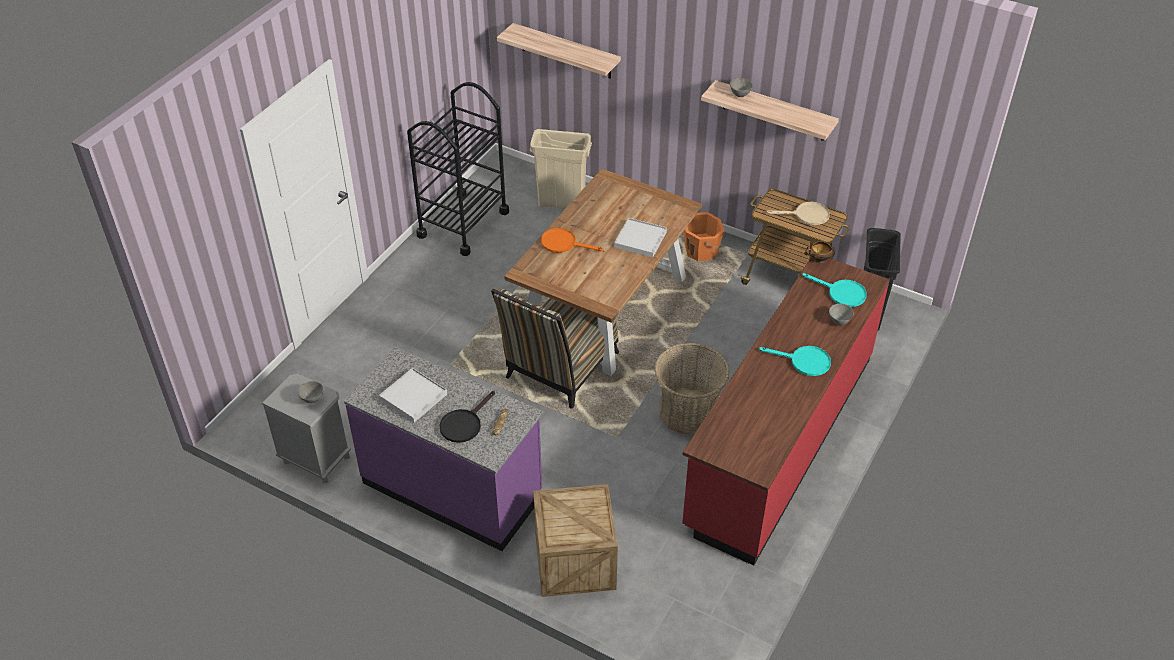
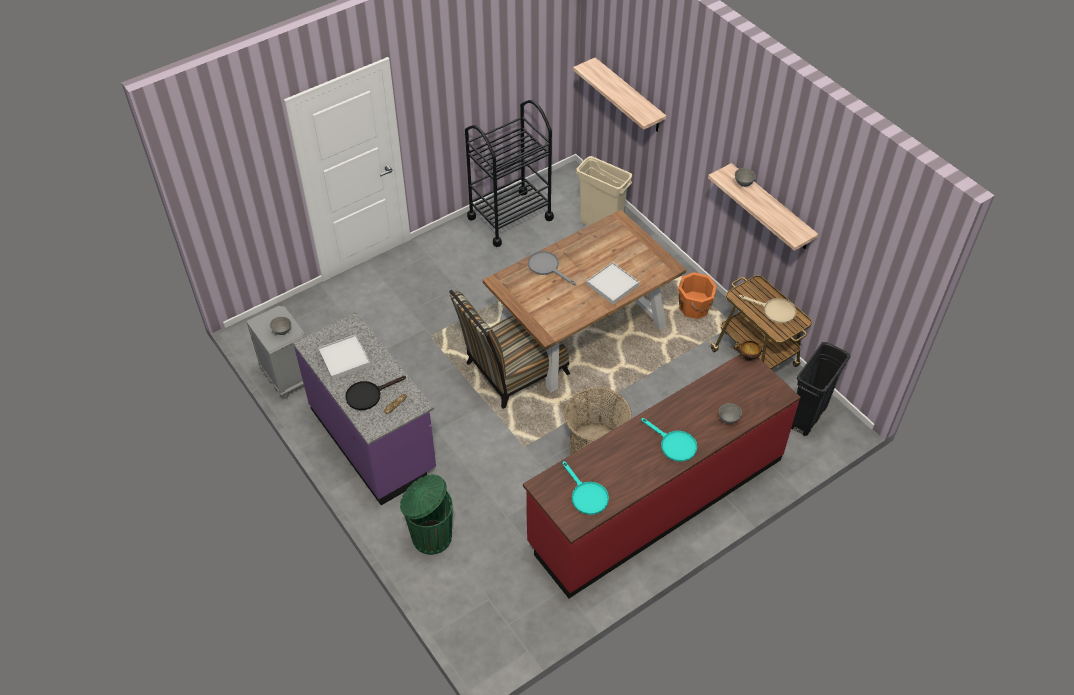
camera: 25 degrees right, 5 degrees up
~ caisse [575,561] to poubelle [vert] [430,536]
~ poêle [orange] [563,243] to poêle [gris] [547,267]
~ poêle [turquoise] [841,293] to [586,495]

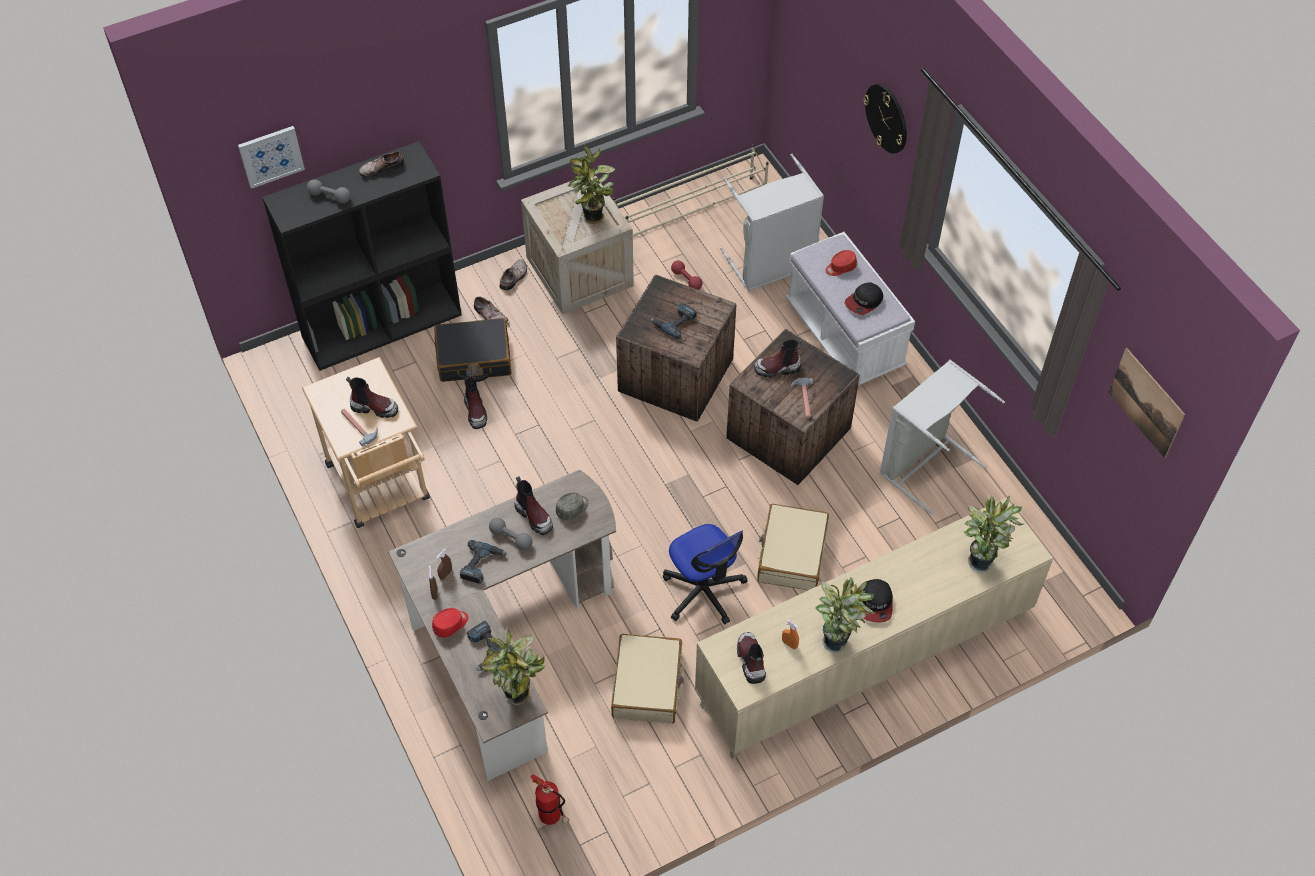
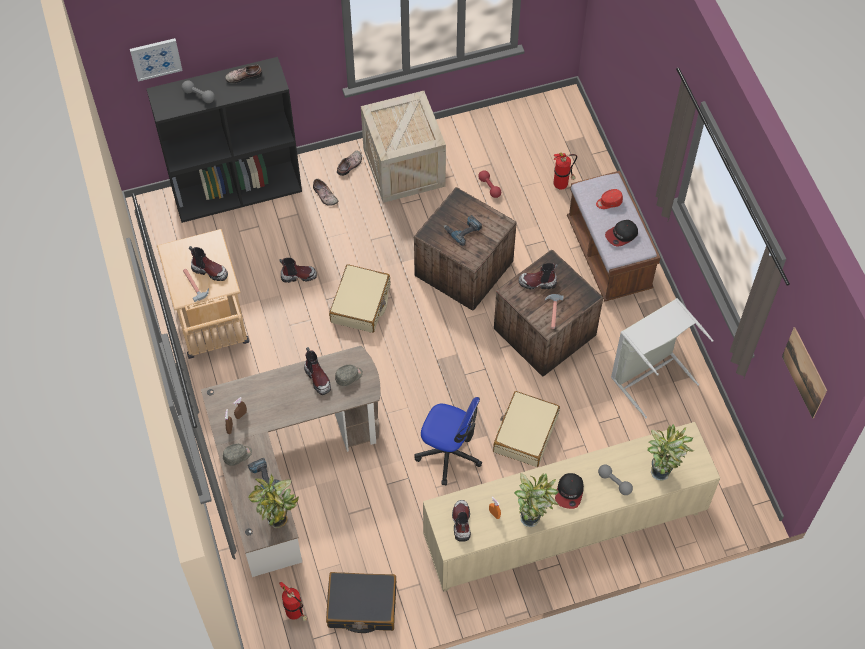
camera: 10 degrees right, 5 degrees up
~ casquette [rouge] [451,624] to casquette [gris] [237,456]
~ valise [noir] [474,358] to [362,606]
- perceuse [482,564]
~ botte [476,411] = [298,275] 90 degrees counterclockwise
~ haltère [gris] [511,538] to [614,482]
- plante en pot [593,219]
~ valise [beige] [648,685] to [361,304]
- étagère à chaussures [beige] [691,213]
~ chaise de bureau [703,591] = [449,453] 45 degrees counterclockwise
~ panier à linge [gris] [771,265] to extincteur [562,184]
~ banc [blanc] [844,336] to banc [marron] [608,255]
- horloge murale [886,118]

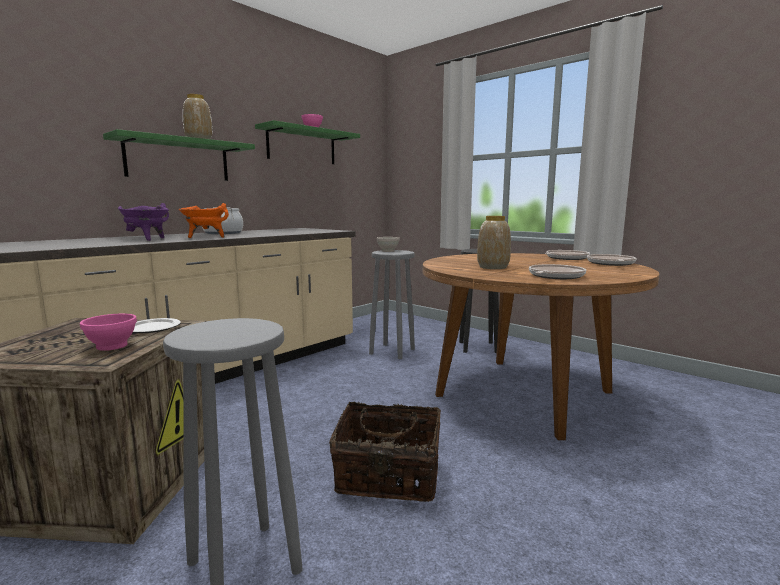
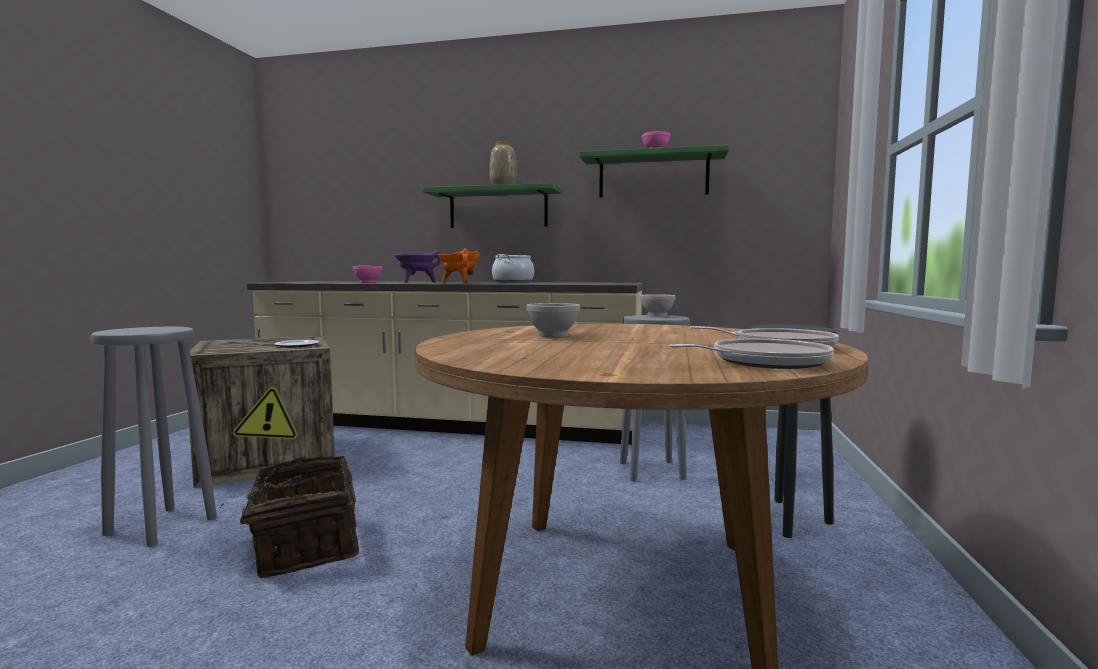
camera: 60 degrees right, 5 degrees down
~ bol [rose] [111,346] to [368,282]
~ vase [492,267] to bol [blanc] [553,335]
- poêle [554,276]

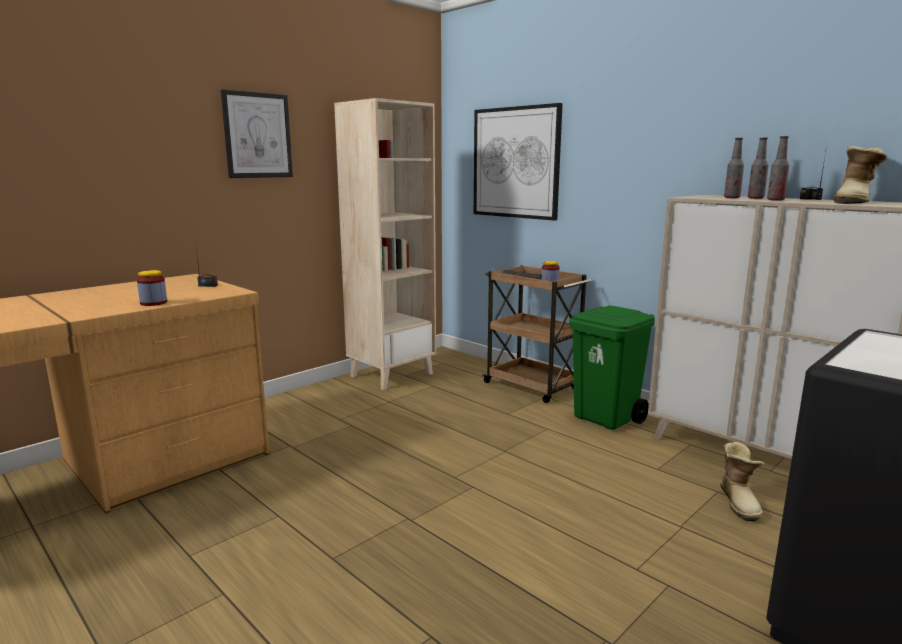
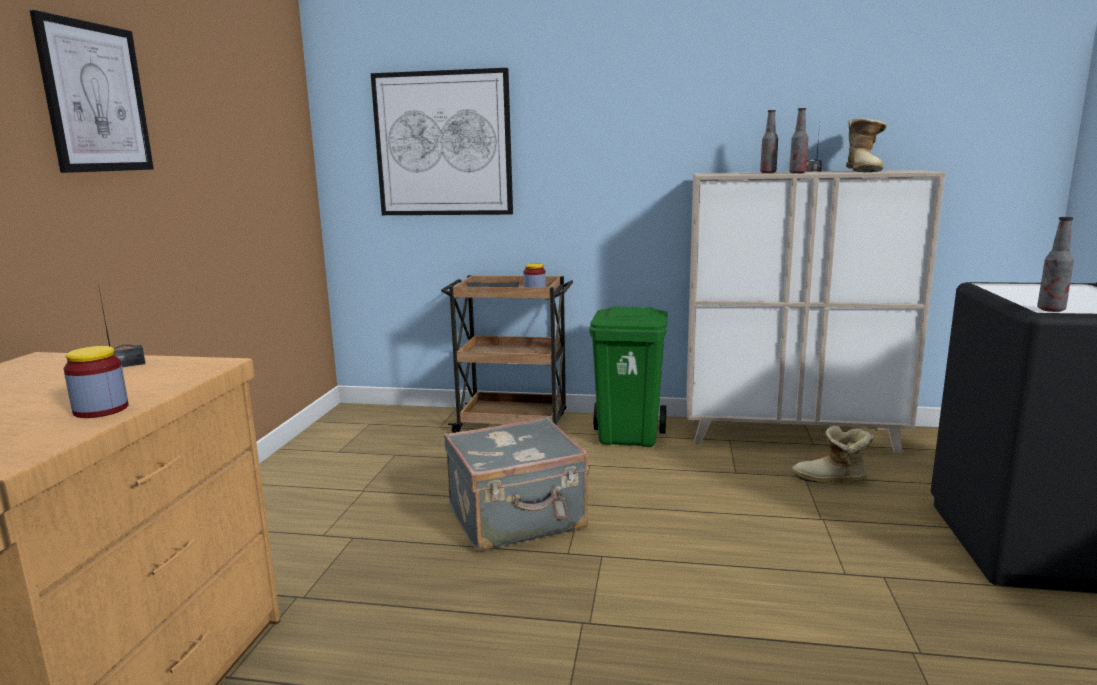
camera: 35 degrees left, 0 degrees up
- bibliothèque [beige] [391,374]
~ botte [740,502] = [831,480] 135 degrees clockwise
~ bouteille [731,198] to [1051,310]
+ valise [gris] [518,519]

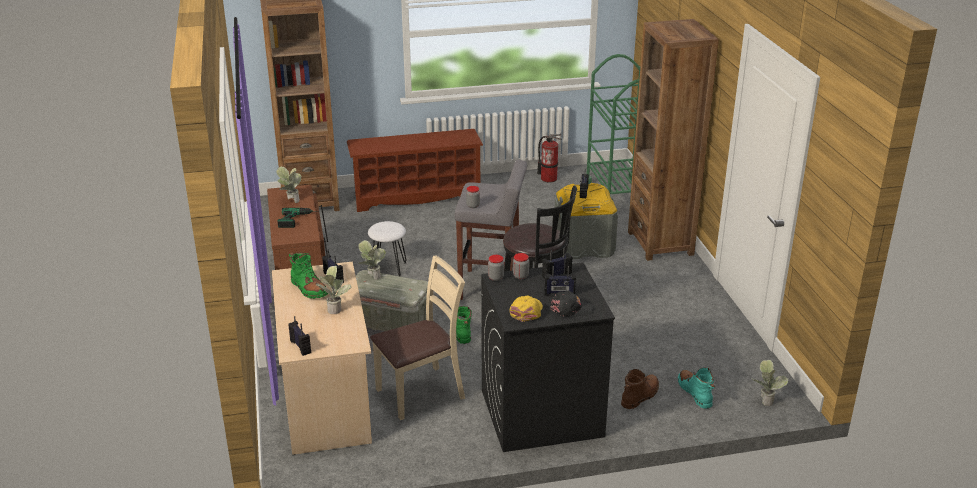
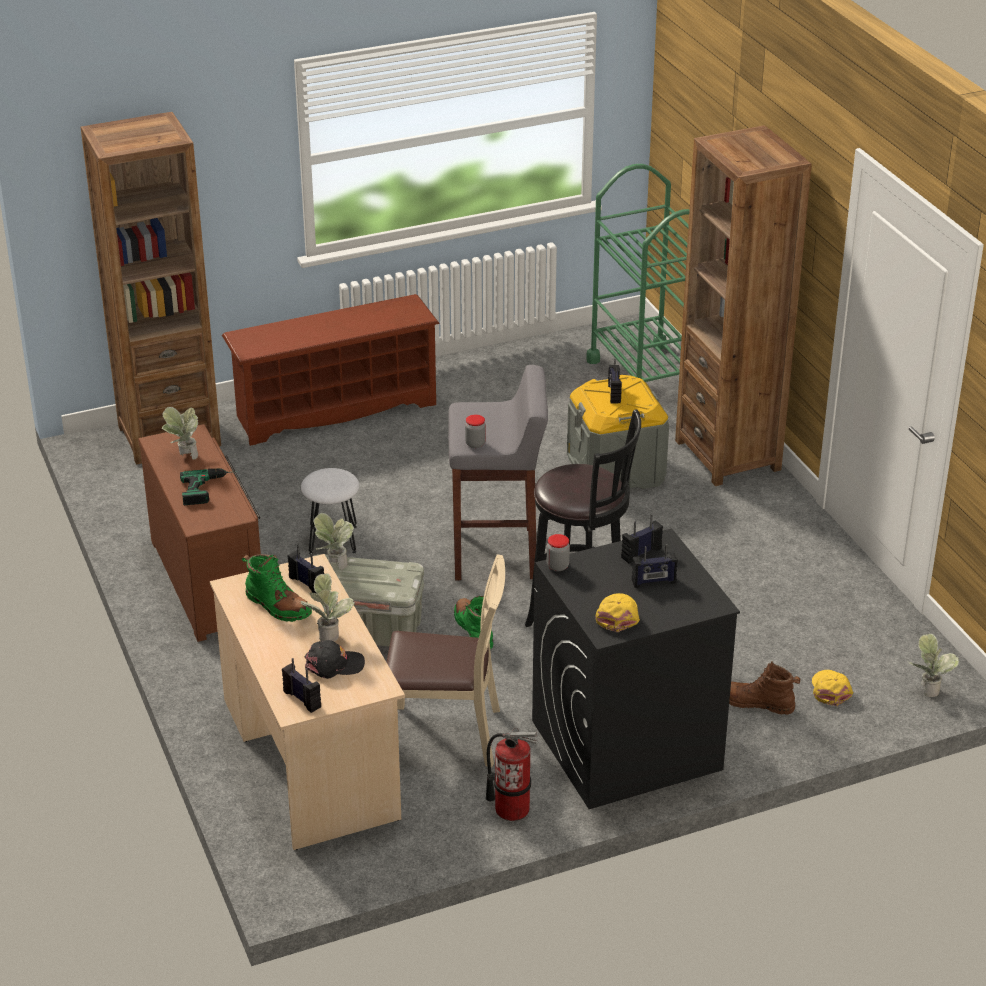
camera: 10 degrees left, 5 degrees up
~ chaise [beige] [421,393] = [446,735] 45 degrees clockwise
- bocal [520,276]
~ extincteur [548,178] to [512,808]
~ casquette [noir] [571,309] to [334,665]
~ botte [marron] [640,396] = [756,703] 105 degrees counterclockwise
~ botte [turquoise] [695,393] to casquette [jaune] [830,690]

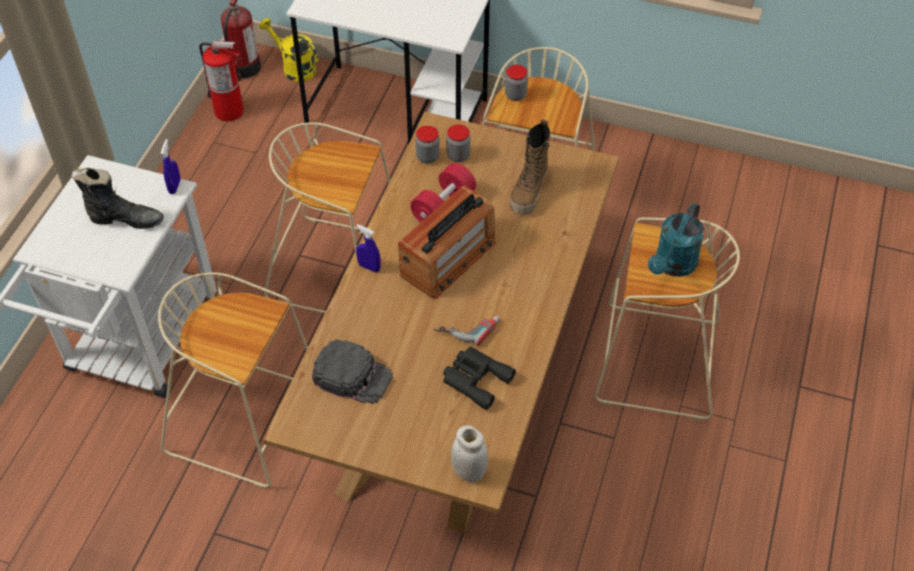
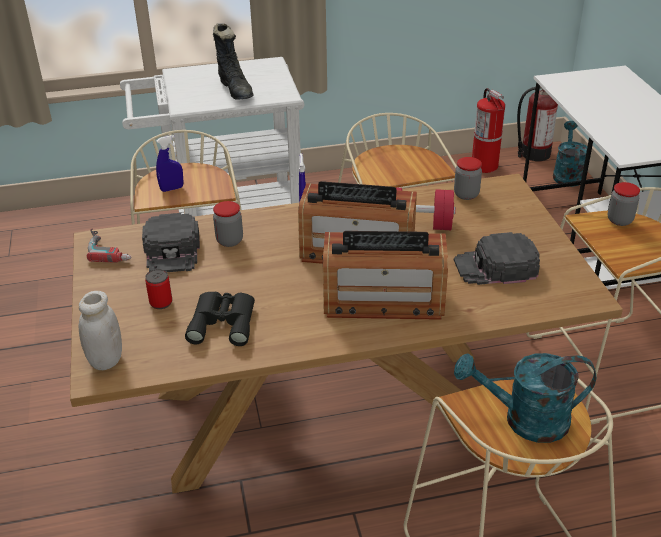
camera: 60 degrees right, 15 degrees down
~ vaporisateur [bleu] [174,186] to [172,189]
~ arrosoir [jaune] [294,68] to arrosoir [turquoise] [567,174]
~ perceuse [467,326] to [111,248]
~ bocal [458,156] to [229,241]
~ botte [529,192] to casquette [noir] [496,267]
+ boîte métallique [161,302]
+ radio [383,300]

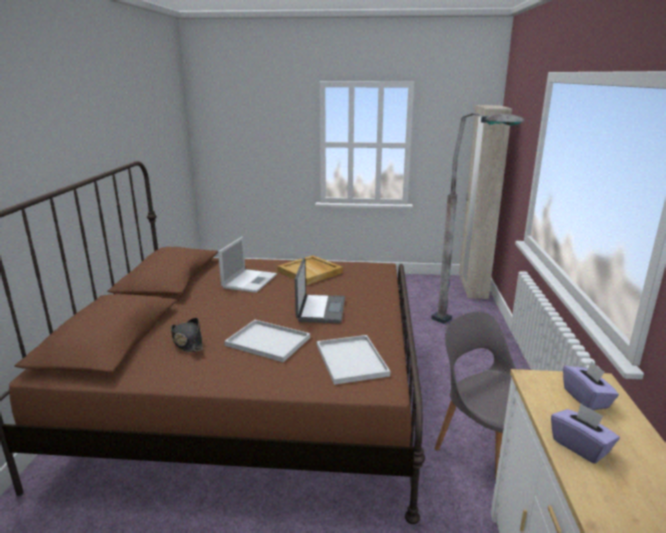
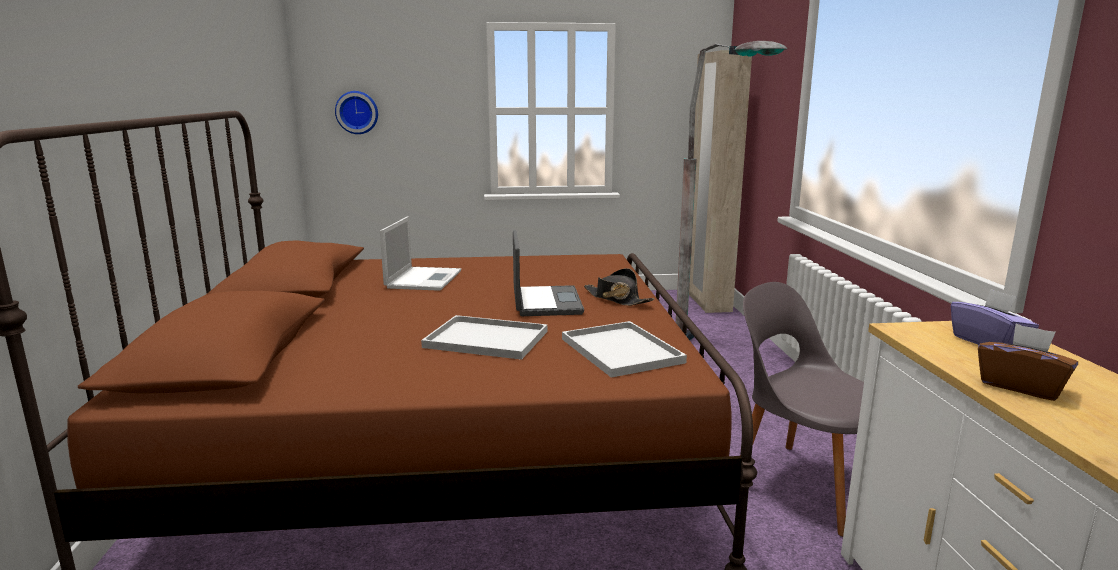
camera: 10 degrees left, 5 degrees down
~ chapeau [noir] [187,342] to [616,299]
- plateau [beige] [310,272]
~ boîte à mouchoirs [violet] [580,446] to boîte à mouchoirs [marron] [1021,386]
+ horloge murale [357,112]

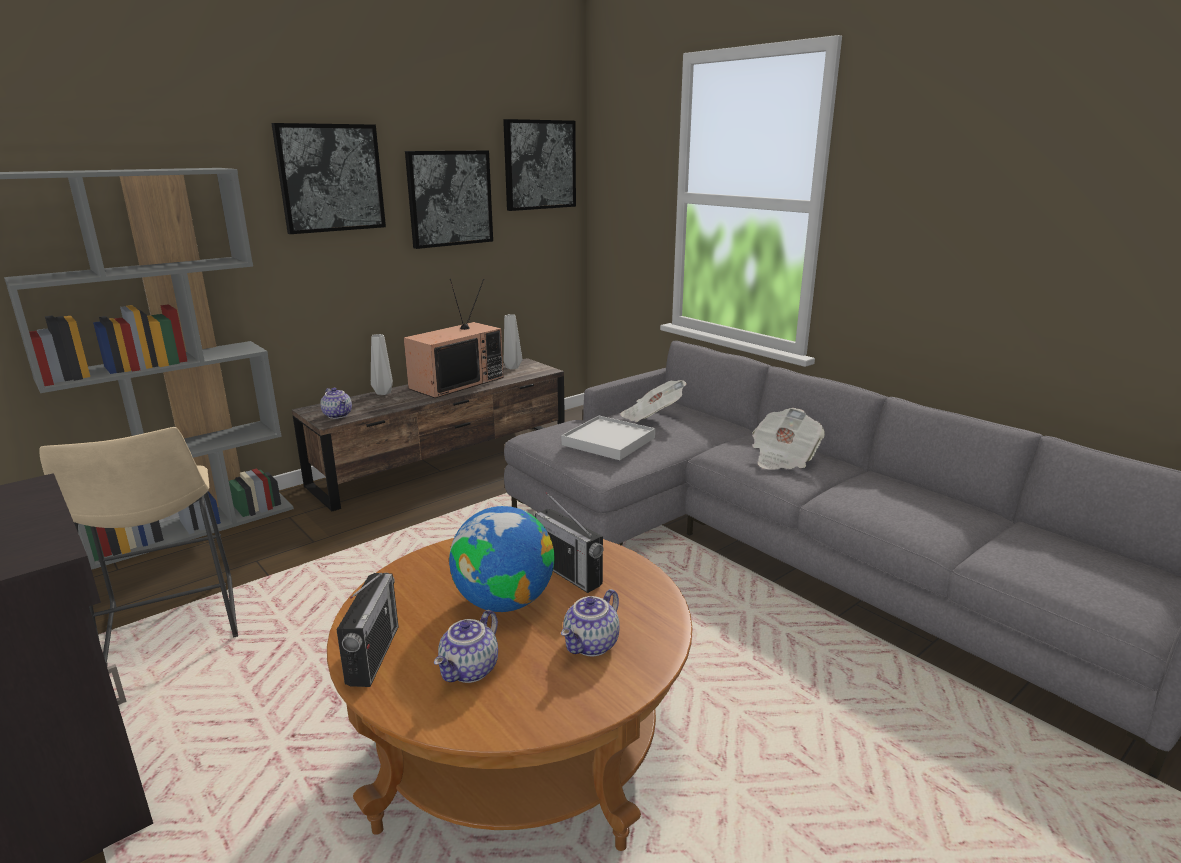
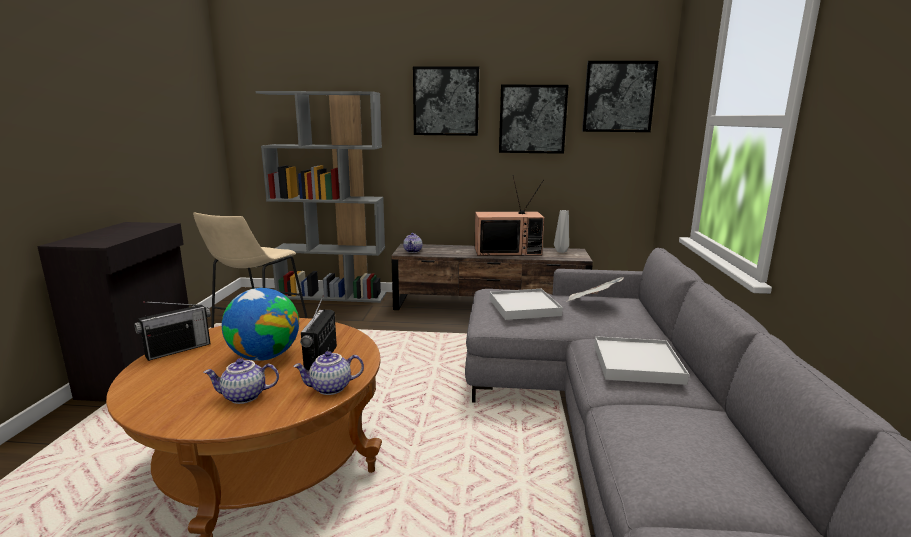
camera: 45 degrees right, 5 degrees down
- vase [gris] [383,392]
~ théière [470,670] to [330,388]
~ journal [783,458] to plateau [blanc] [637,364]

